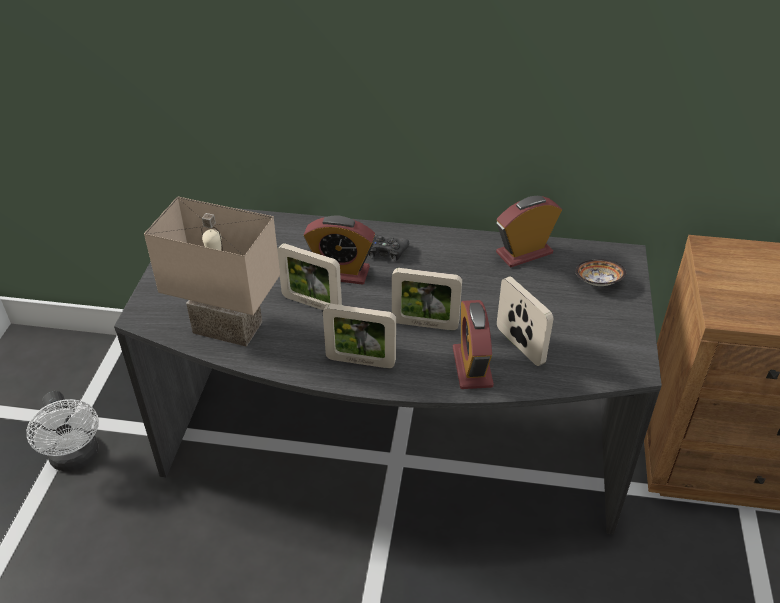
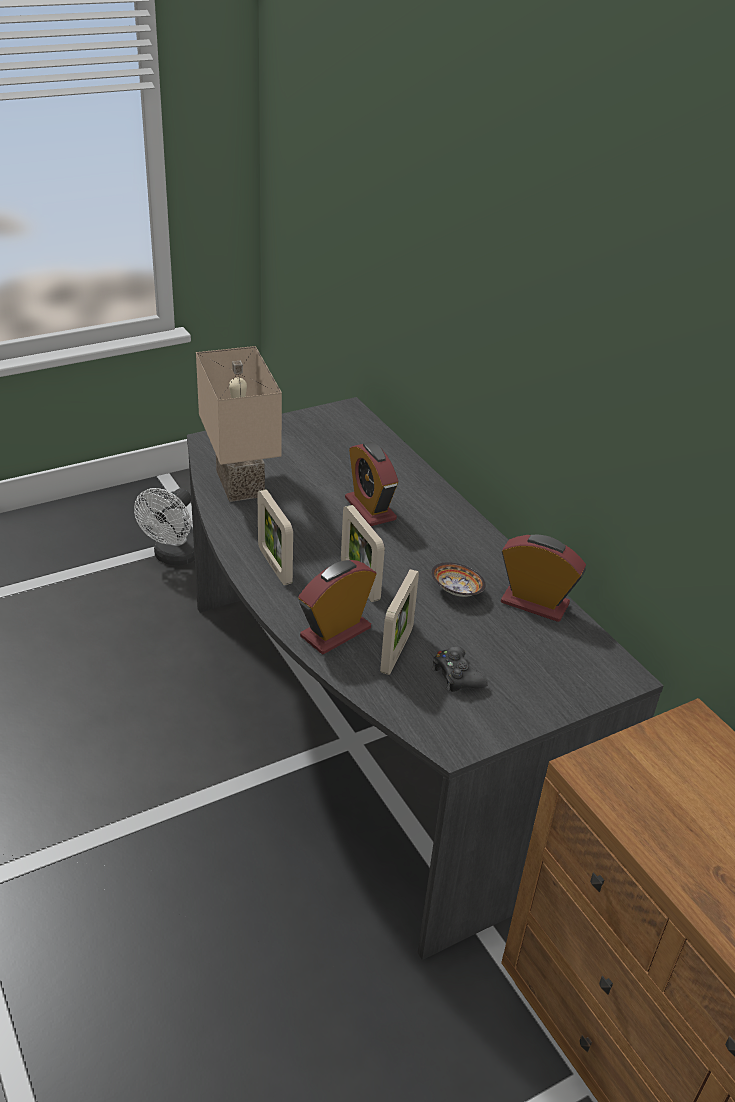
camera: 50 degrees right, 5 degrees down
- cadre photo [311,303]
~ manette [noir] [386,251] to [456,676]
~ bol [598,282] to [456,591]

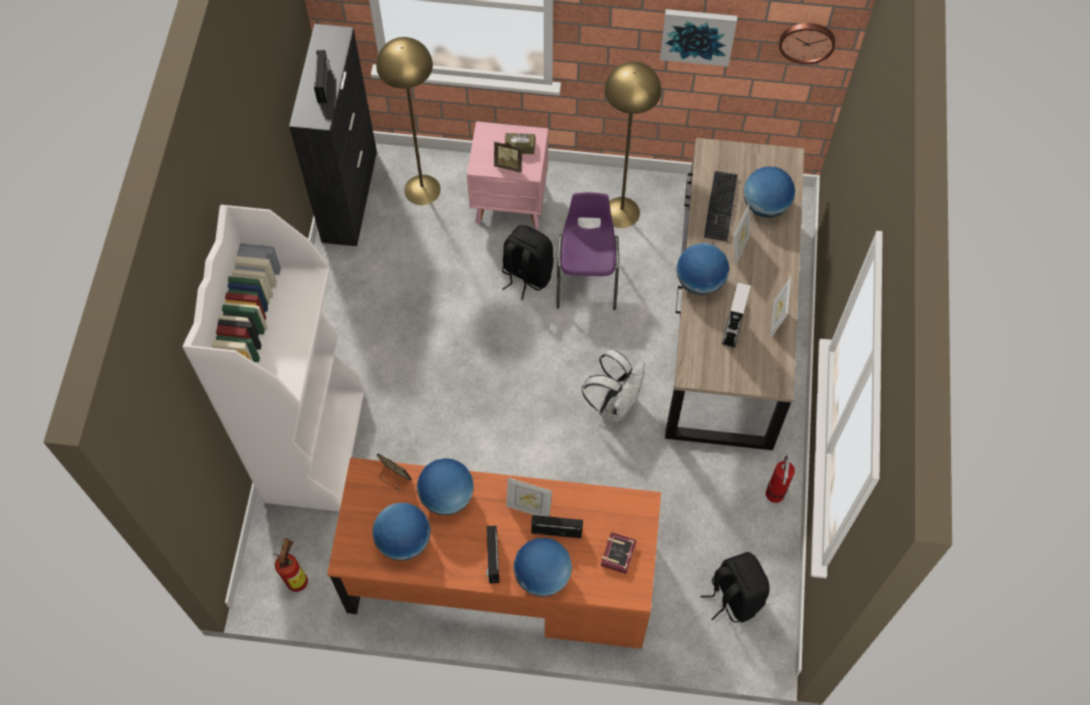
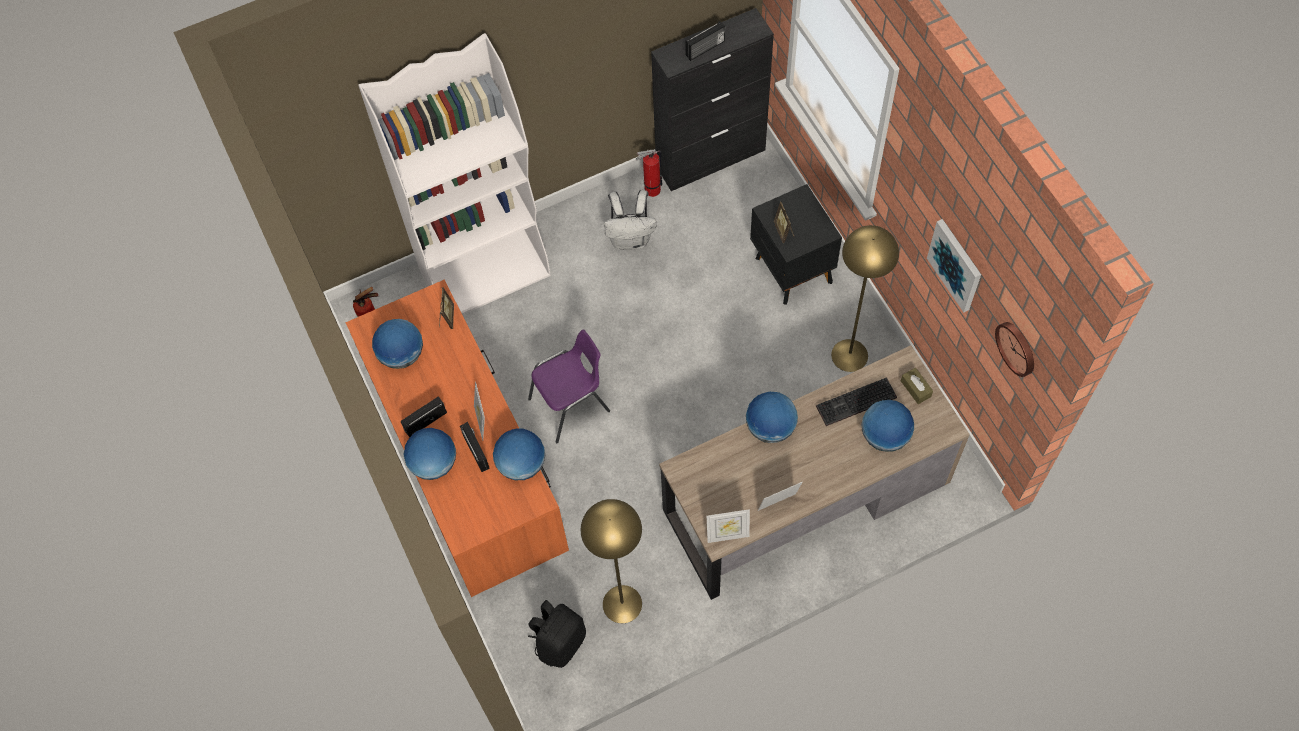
camera: 60 degrees right, 0 degrees up
~ lampadaire [jaune] [422,189] to [622,603]
~ globe [447,496] to [521,464]
~ table de chevet [rose] [511,204] to table de chevet [noir] [792,271]
- sac à dos [noir] [526,275]
~ boîte à mouchoirs [marron] [520,147] to [915,388]
~ chaise [violet] [587,279] to [571,405]
~ sac à dos [blanc] [615,404] to [631,239]
- livre [619,553]
- enceinte [gris] [731,331]
~ cadre photo [738,248] to [727,535]
~ extincteur [774,496] to [650,190]

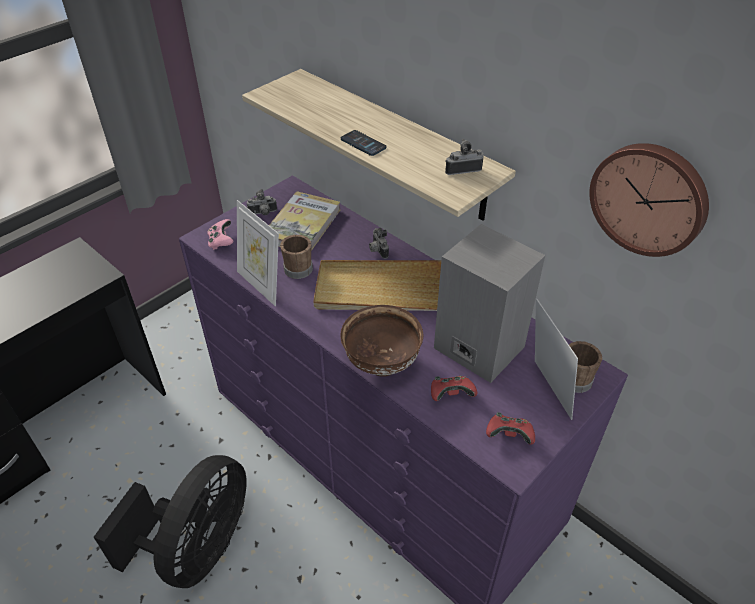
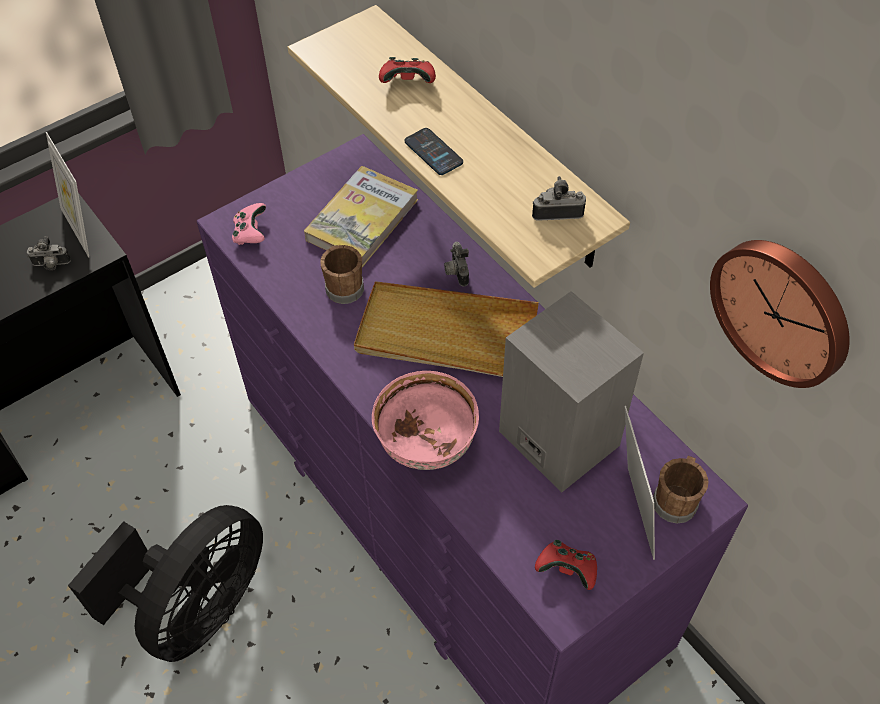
camera: 10 degrees right, 10 degrees up
~ cadre photo [261,285] to [82,229]
~ appareil photo [263,213] to [51,265]
~ bol [marron] [381,364] to bol [rose] [426,446]
~ manette [rouge] [451,395] to [408,83]

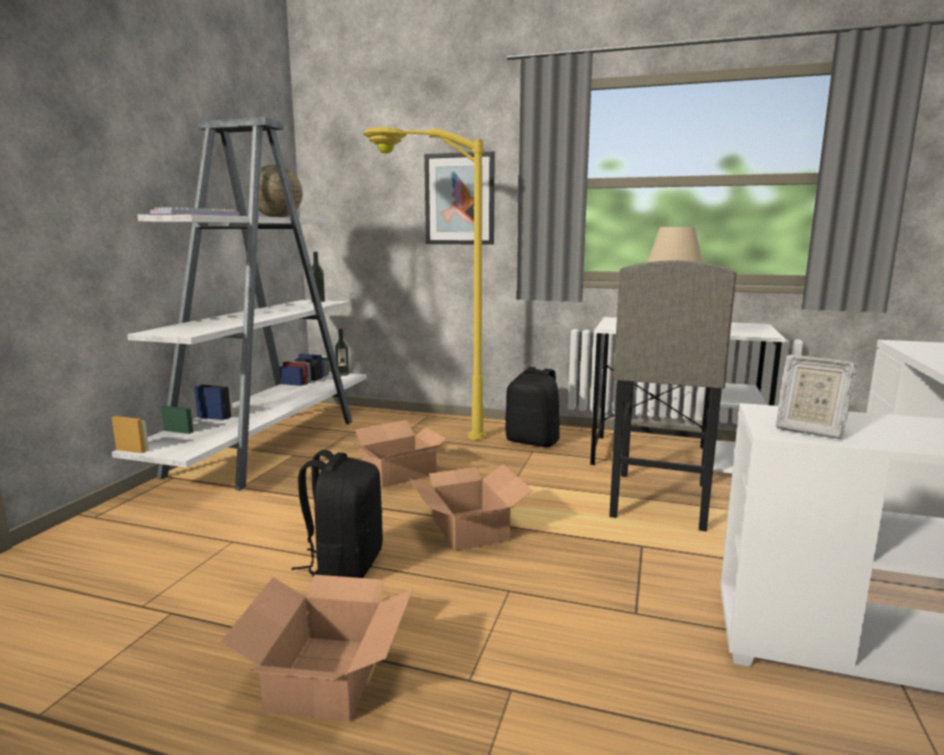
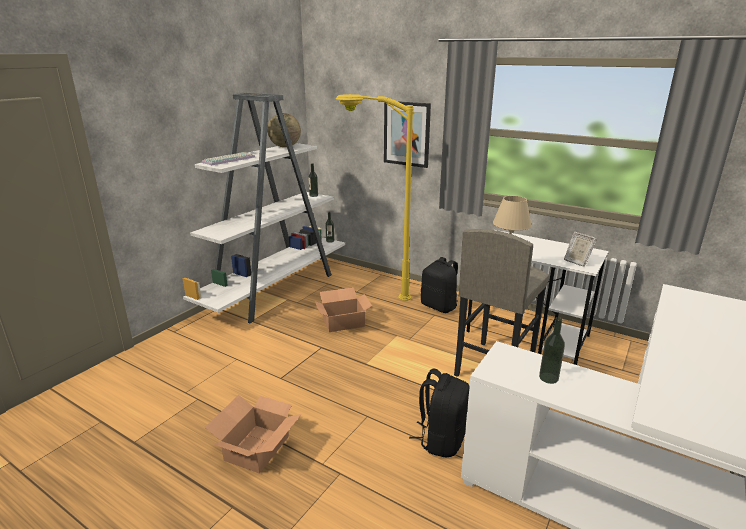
camera: 15 degrees right, 10 degrees up
~ sac à dos [noir] [344,565] to [441,439]
- carton [470,528]
~ cadre photo [808,430] to [577,262]
+ bouteille [548,378]

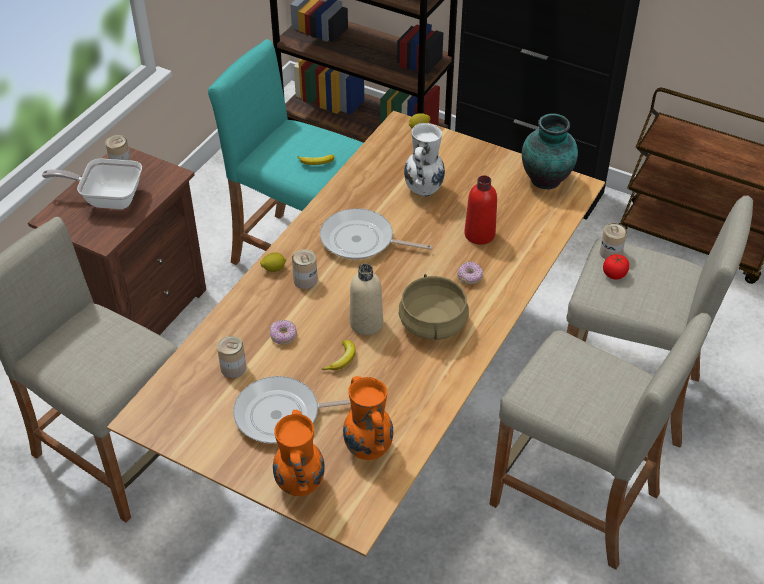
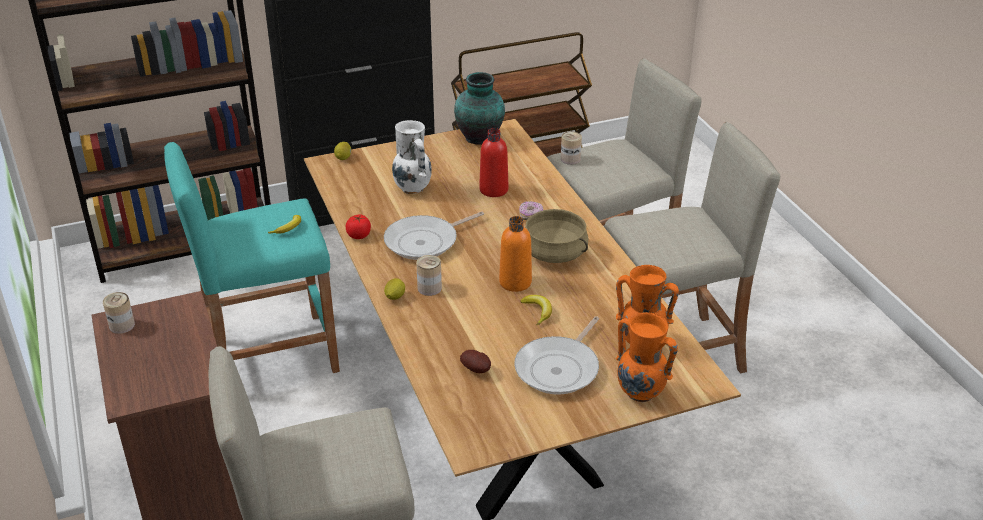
camera: 50 degrees left, 10 degrees down
- poêle [107,198]
~ boîte métallique [233,368] to pomme de terre [477,370]
- beignet [283,336]
~ bouteille [beige] [366,323] to bouteille [orange] [515,282]
~ tomate [614,274] to [359,235]

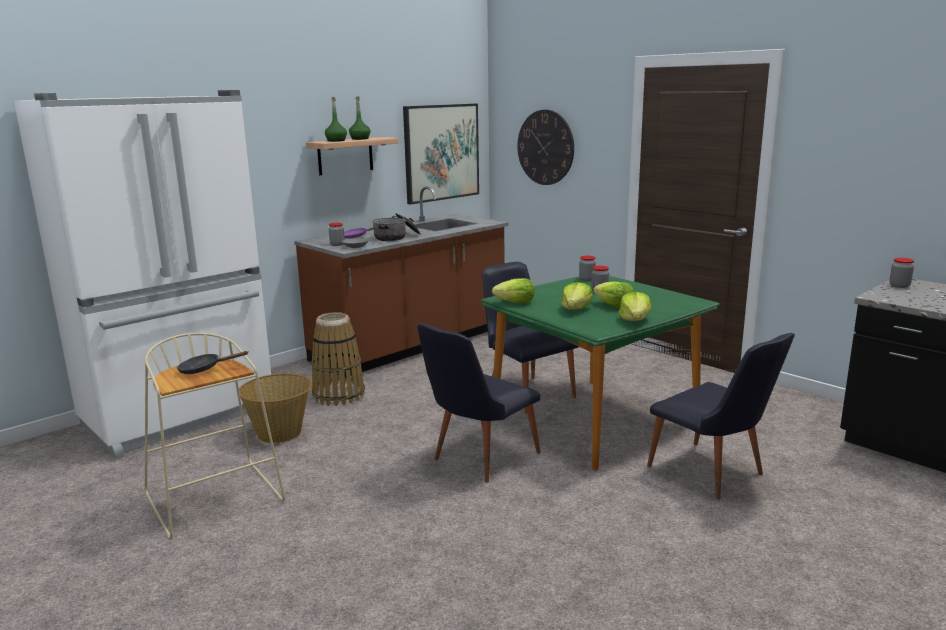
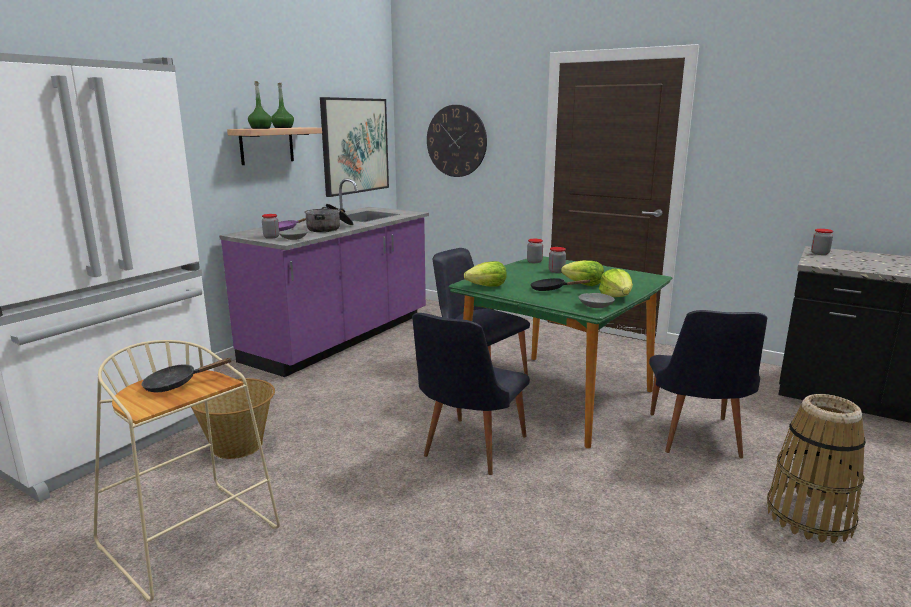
camera: 15 degrees left, 0 degrees up
~ comptoir de cuisine [marron] [412,345] to comptoir de cuisine [violet] [341,338]
~ panier [339,395] to [810,517]
~ laitue [576,309] to poêle [noir] [551,289]
~ chaise [noir] [713,475] = [695,440] 60 degrees clockwise
+ bol [gris] [595,306]

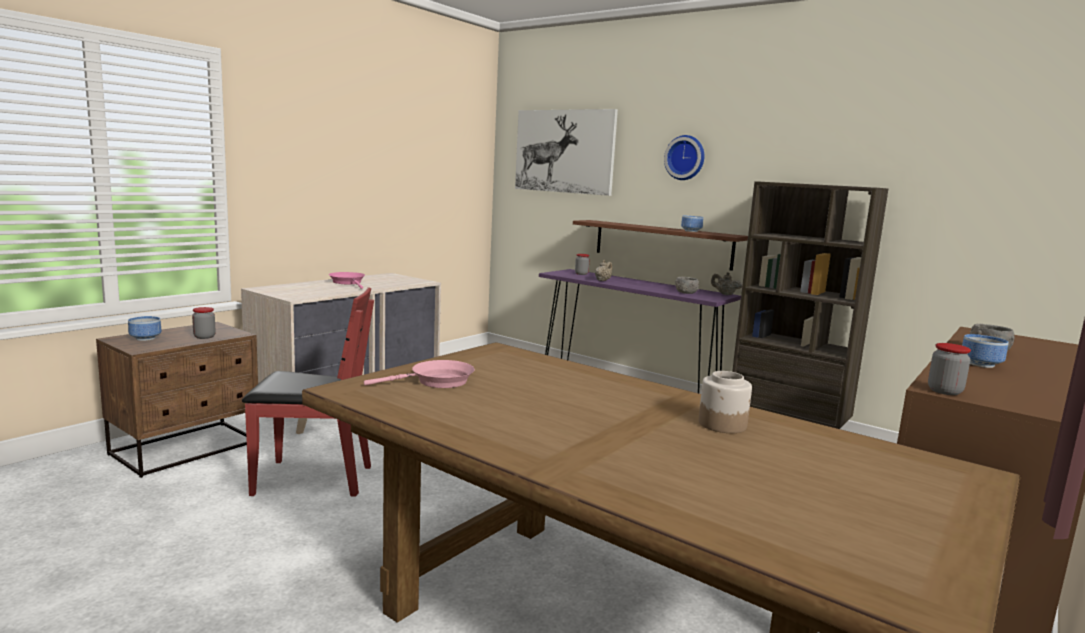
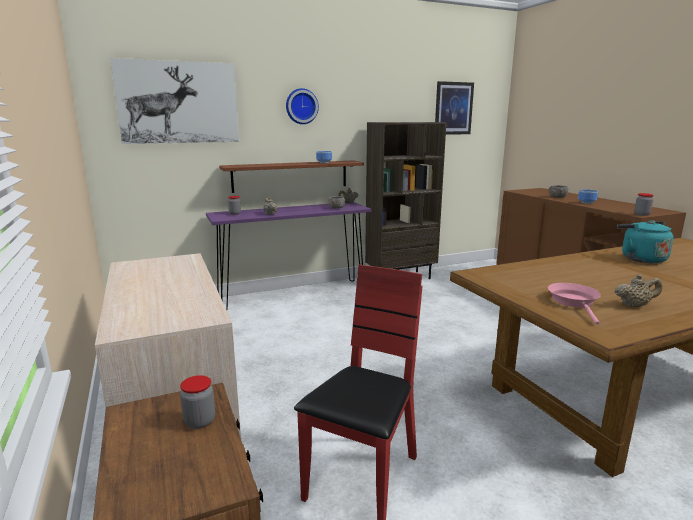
camera: 60 degrees left, 5 degrees up
- bol [146,338]
- poêle [rose] [348,282]
~ bocal [723,424] to bouilloire [turquoise] [640,258]
+ tableau [453,108]
+ théière [beige] [634,305]

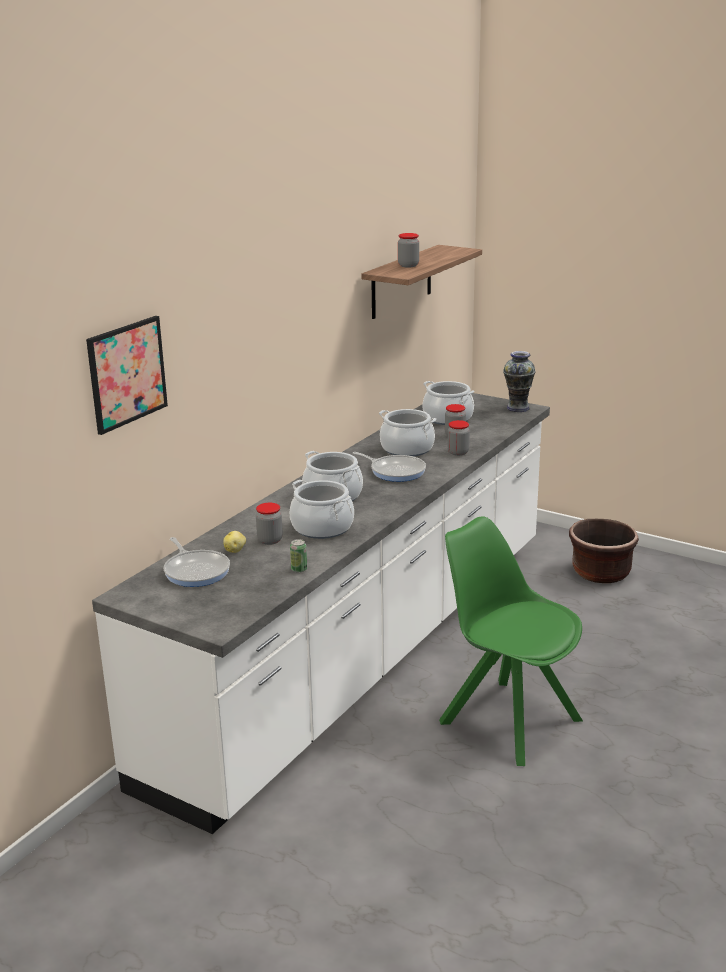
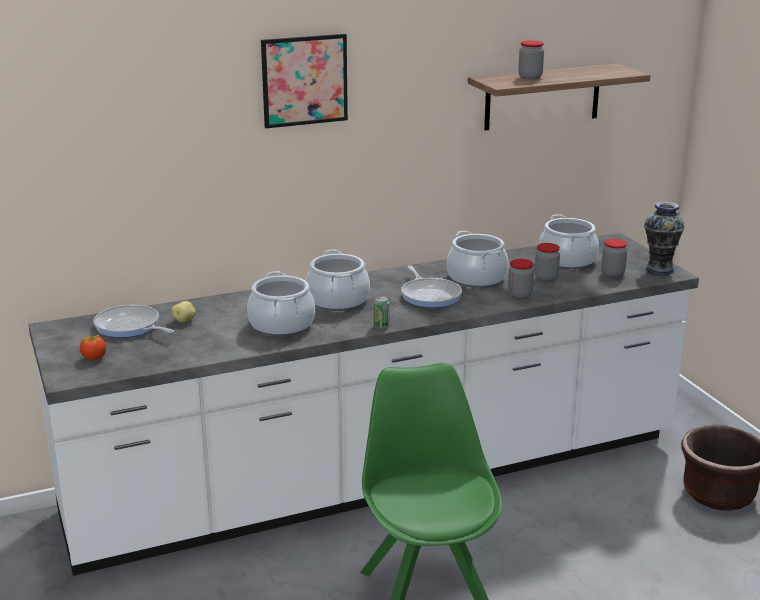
camera: 35 degrees right, 0 degrees up
~ tableau [127,373] to [304,80]
~ poêle [196,571] = [130,327] 120 degrees clockwise
~ bocal [270,540] to [612,274]
~ boîte métallique [299,569] to [381,326]
+ tomate [94,358]

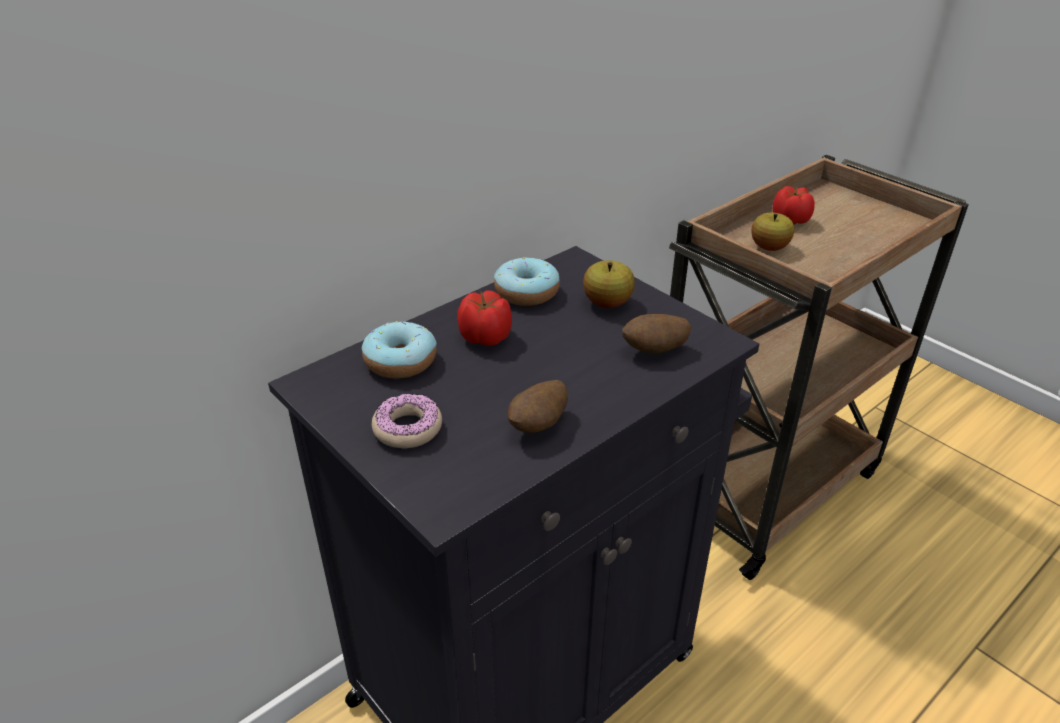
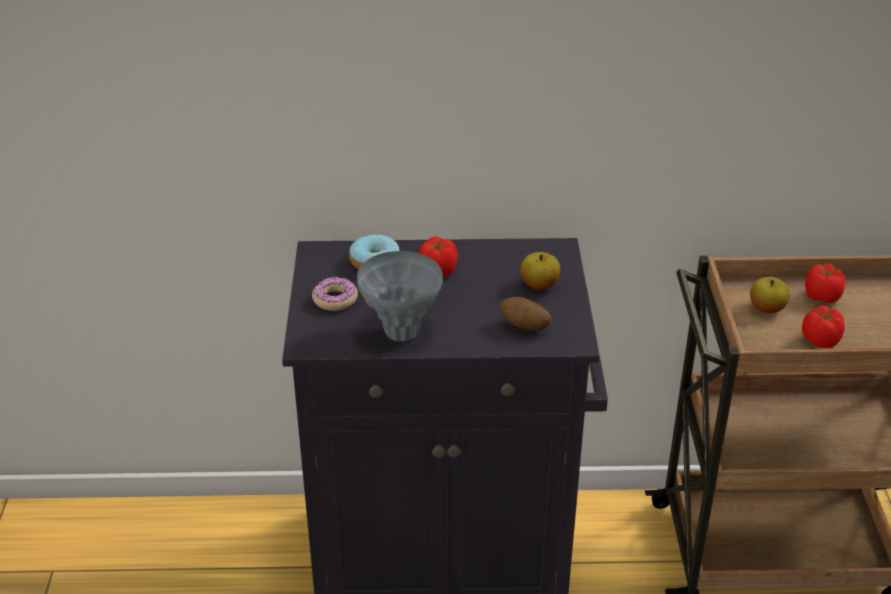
camera: 40 degrees right, 0 degrees up
- beignet [526,292]
~ pomme de terre [538,426] to vase [gris] [401,332]
+ tomate [821,340]

